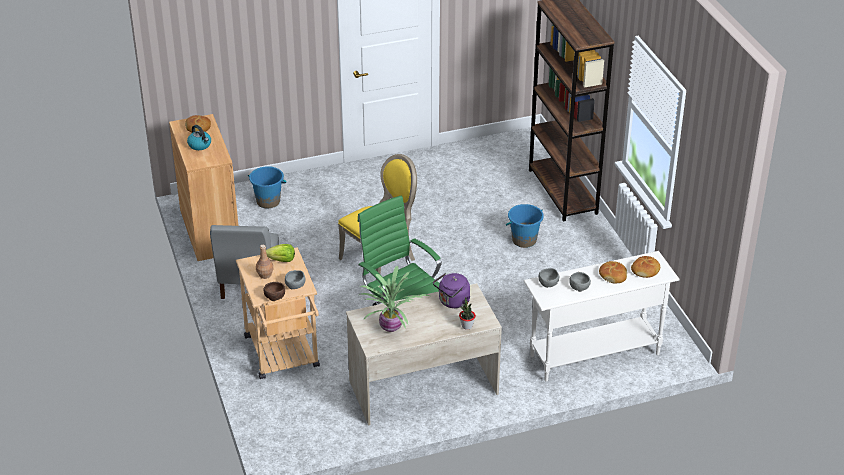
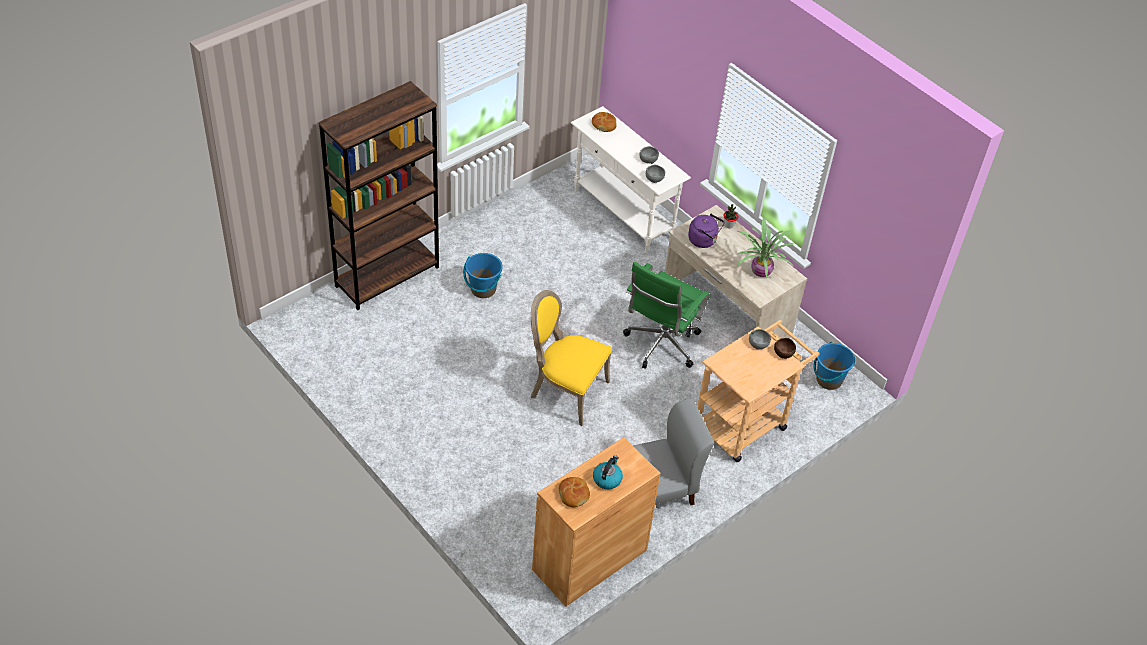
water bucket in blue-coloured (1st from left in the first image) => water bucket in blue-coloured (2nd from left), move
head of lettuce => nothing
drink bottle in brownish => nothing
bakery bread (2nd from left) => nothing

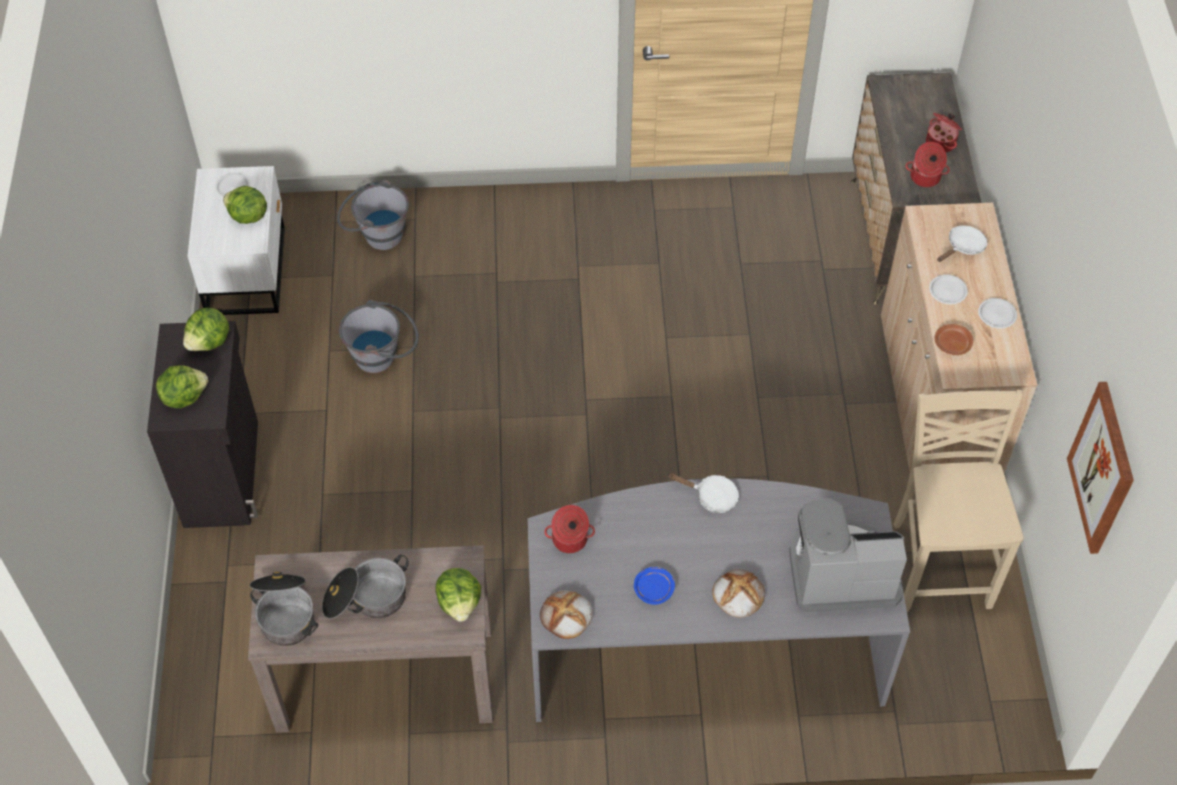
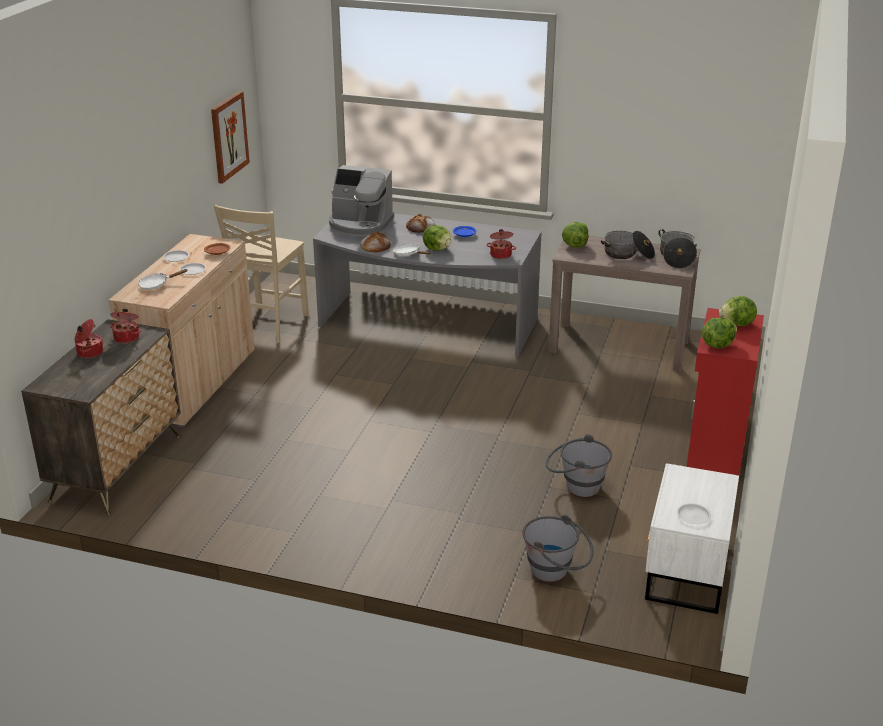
head of lettuce (3rd from left in the first image) => head of lettuce (1st from left), move
cabinet in black-coloured => cabinet in red
bakery bread (1st from left), move

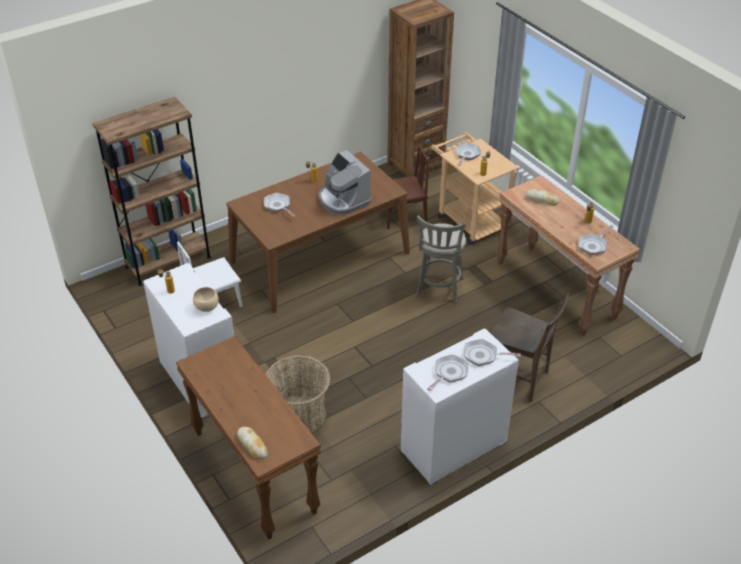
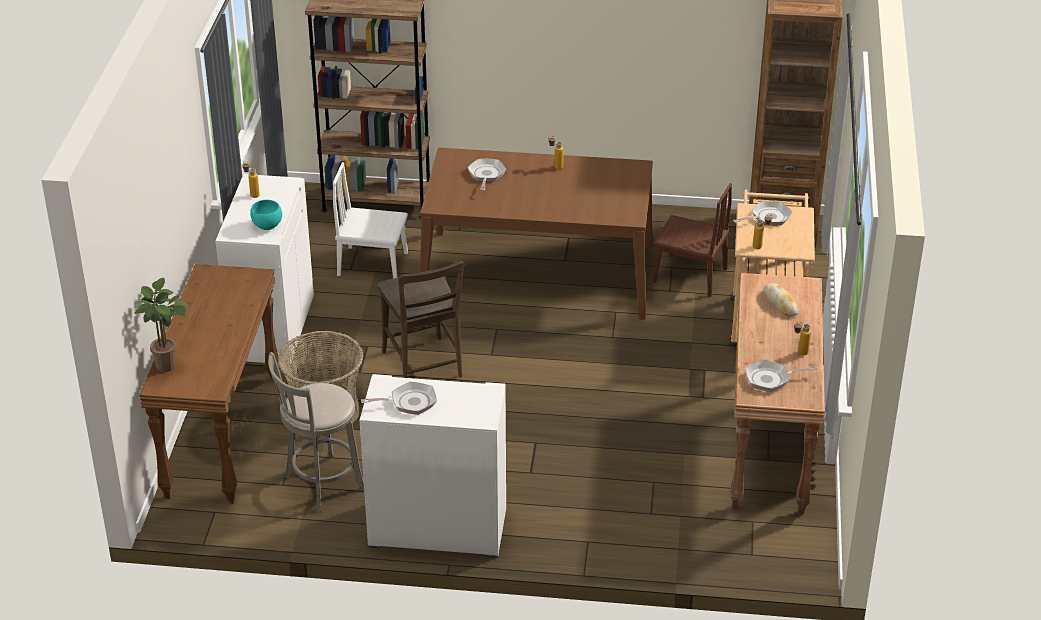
coffee brewer => nothing
stool seat in greyish, move
deep dish in beige => deep dish in blue-green
upright chair in brownish (2nd from left in the first image) => upright chair in brownish (1st from left), move
pan (4th from left) => nothing
bakery bread (1st from left) => potted plant

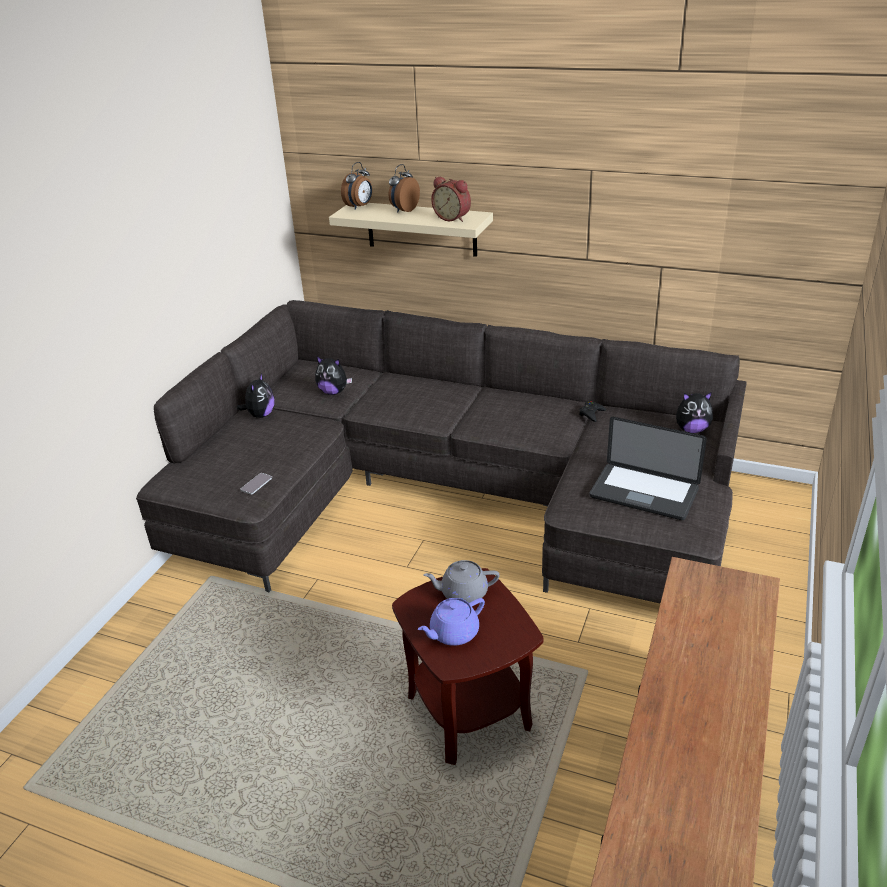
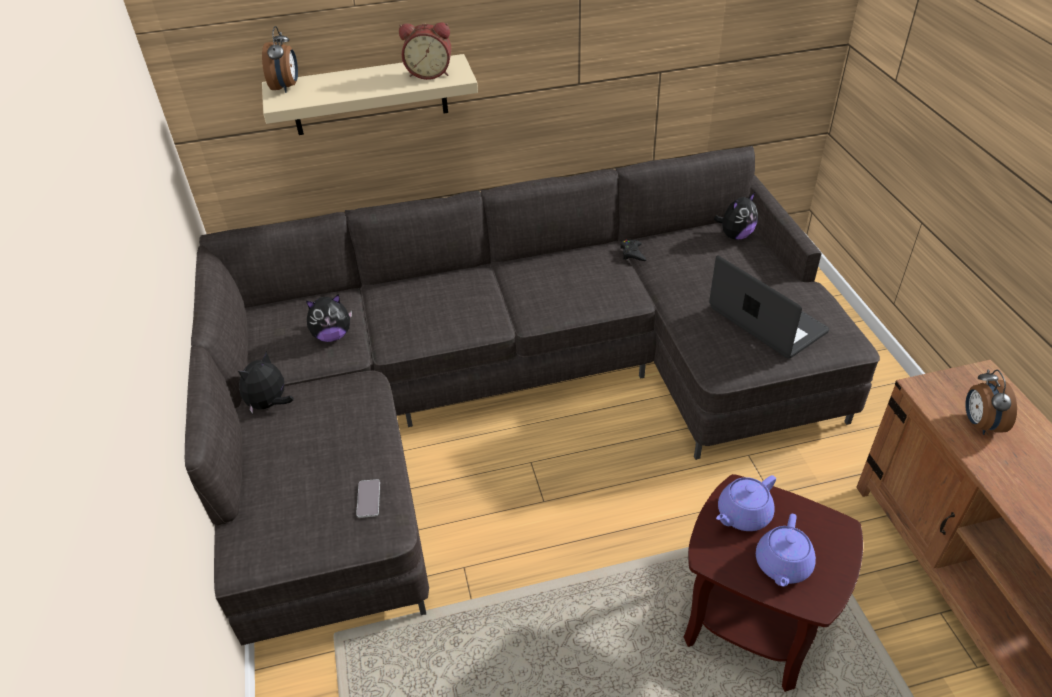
bedside clock (2nd from left in the first image) => bedside clock (3rd from left), move
soft toy (1st from left), 120 degrees counterclockwise
portable computer, 120 degrees counterclockwise
pot for tea in greyish => pot for tea in purple (1st from left)

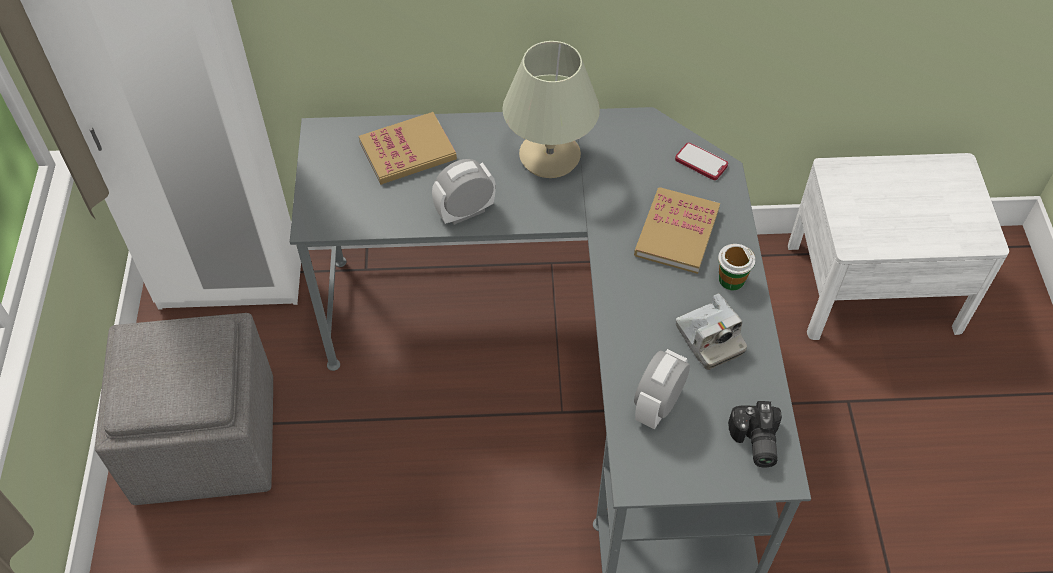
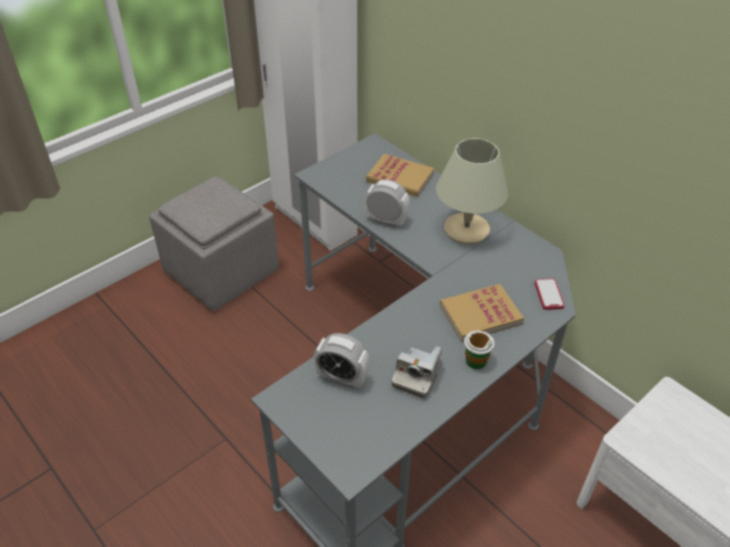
bedside clock (2nd from left in the first image) => bedside clock (1st from left), 150 degrees counterclockwise
still camera (2nd from left) => nothing

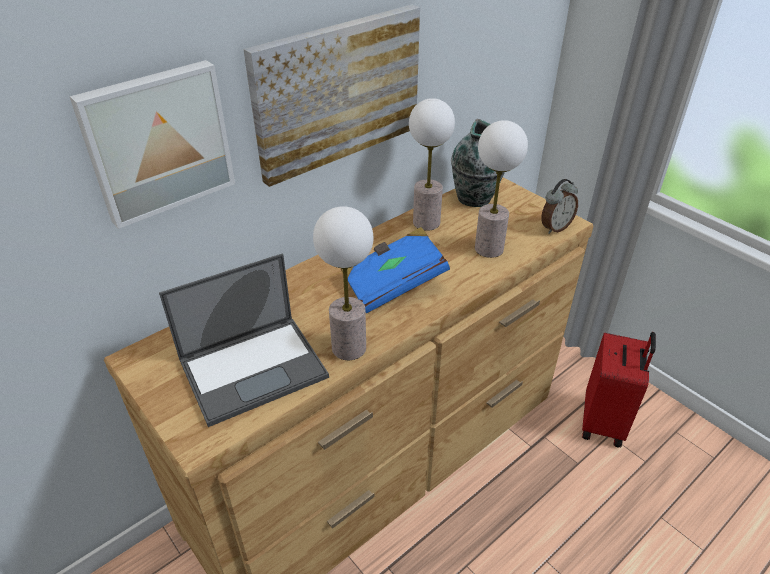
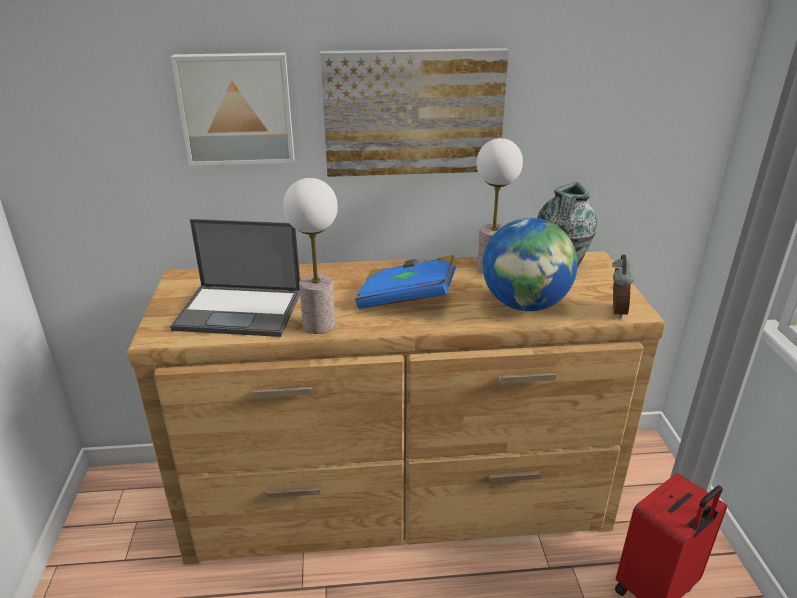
table lamp (3rd from left) => desk globe
bedside clock, 75 degrees counterclockwise

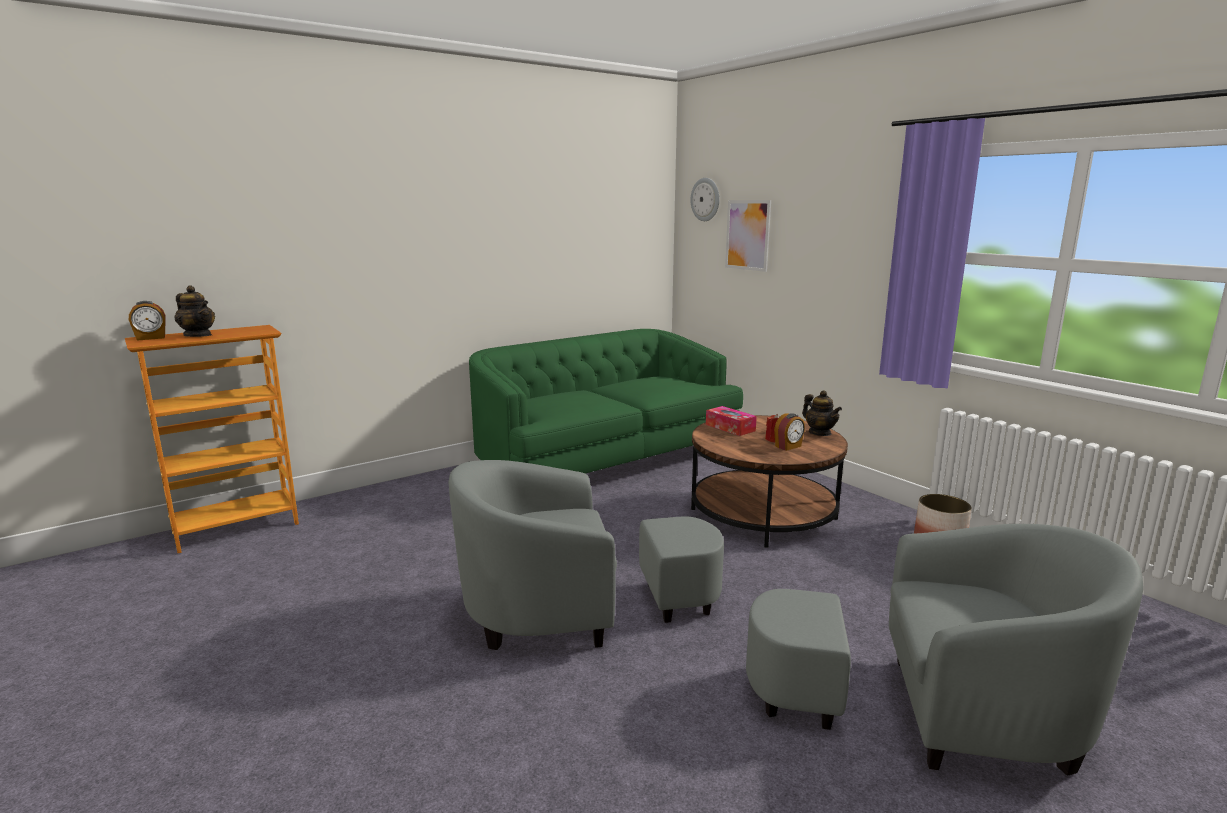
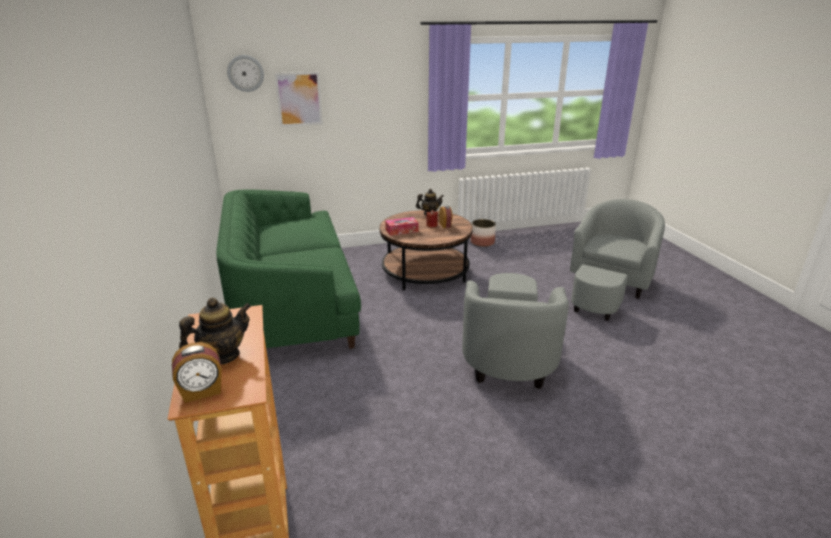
bedside clock (1st from left), 75 degrees clockwise

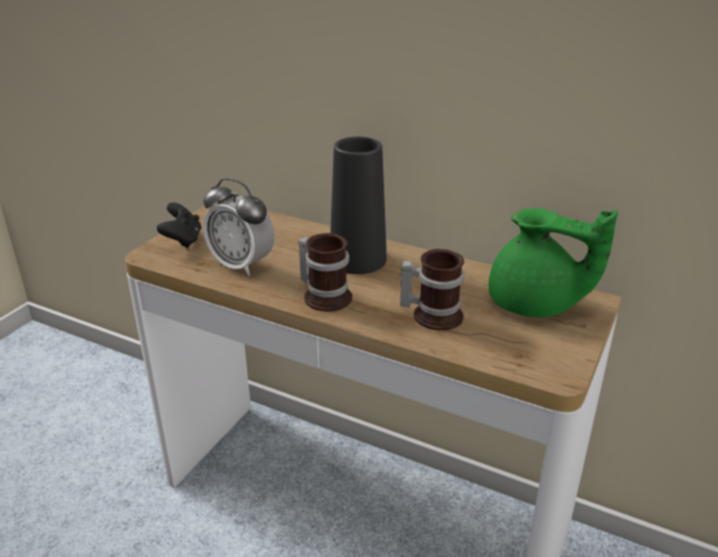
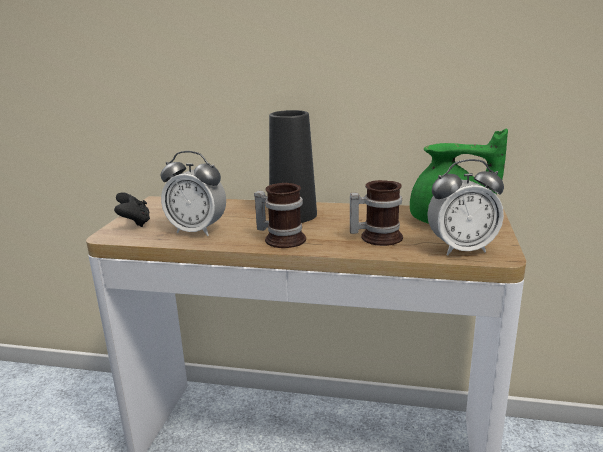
nothing => bedside clock (2nd from left)

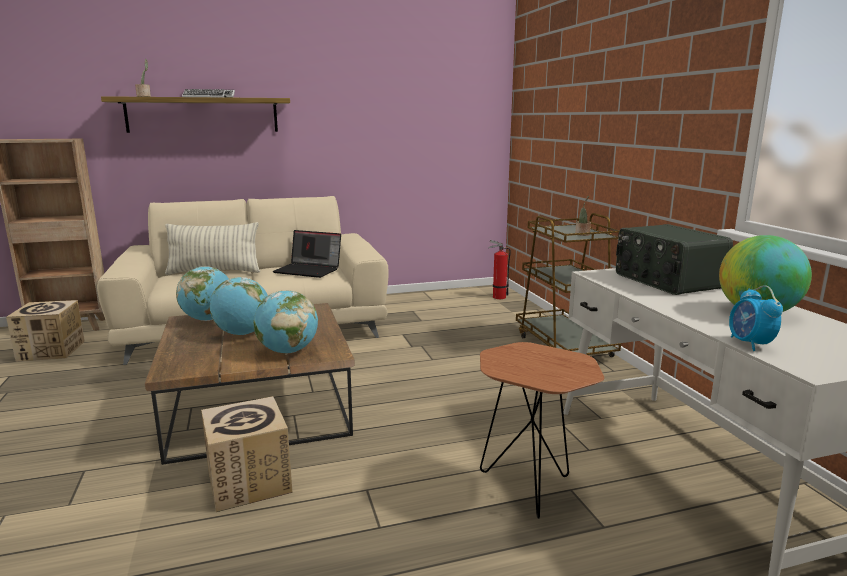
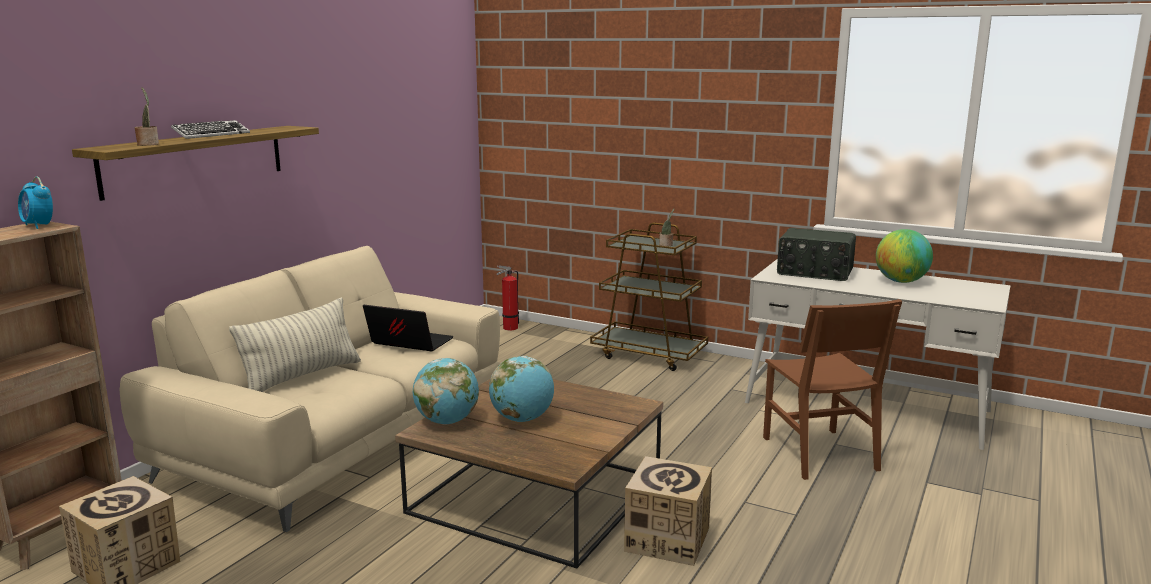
portable computer, 135 degrees counterclockwise
bedside clock, move
desk globe (3rd from left) => nothing
side table in brownish => upright chair in brownish

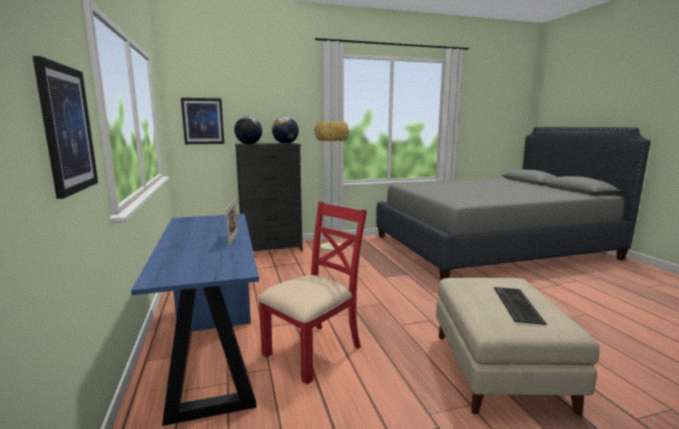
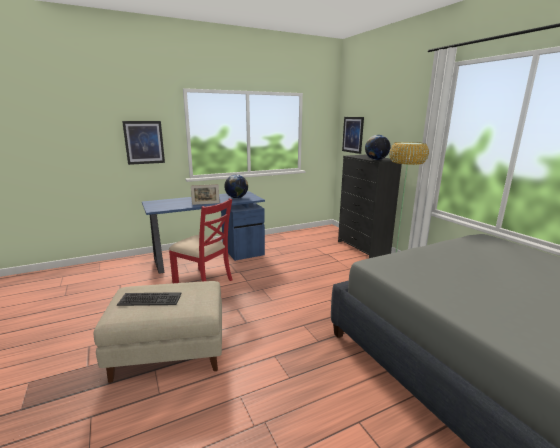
desk globe (1st from left), move

